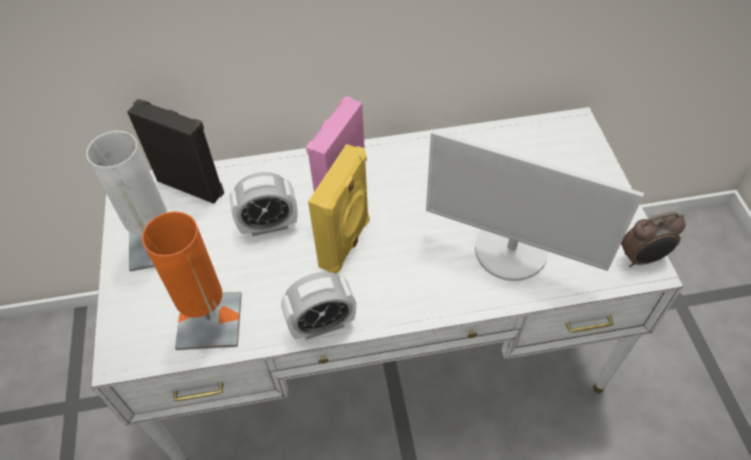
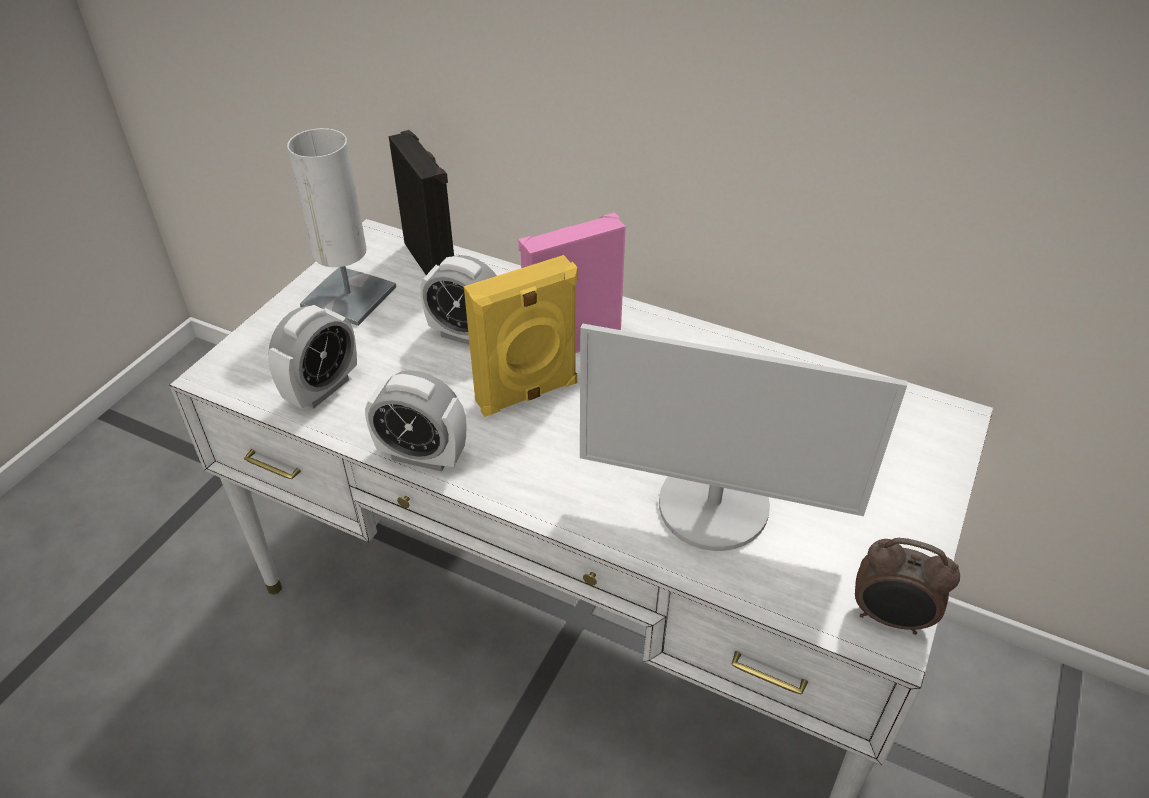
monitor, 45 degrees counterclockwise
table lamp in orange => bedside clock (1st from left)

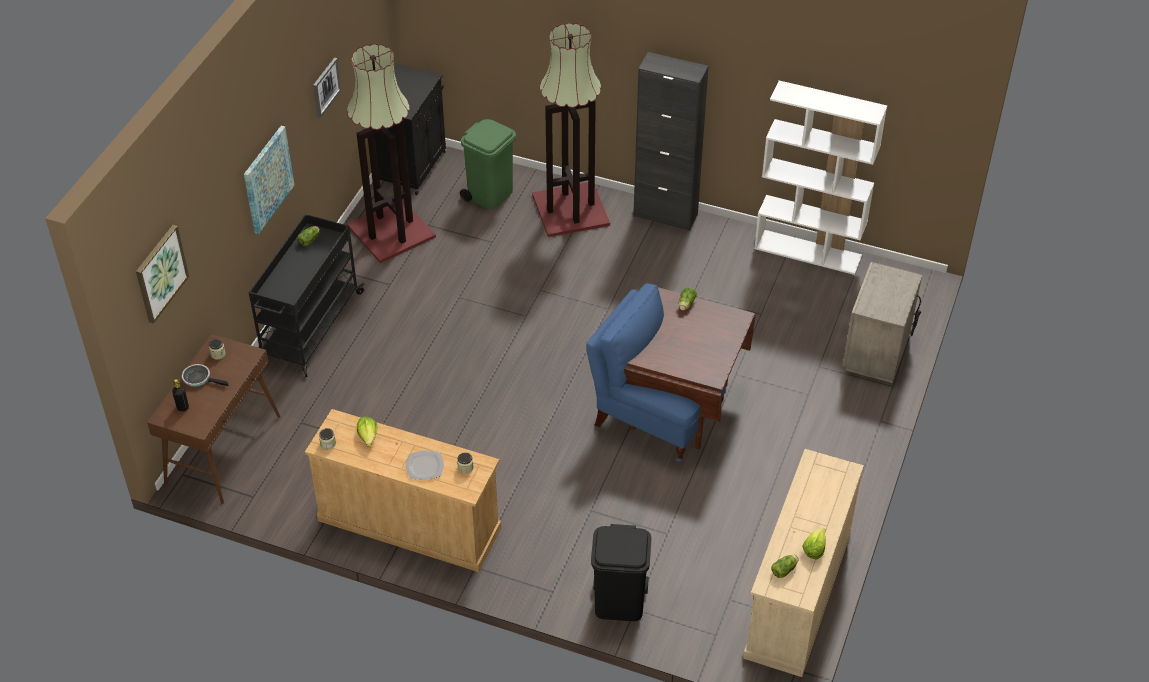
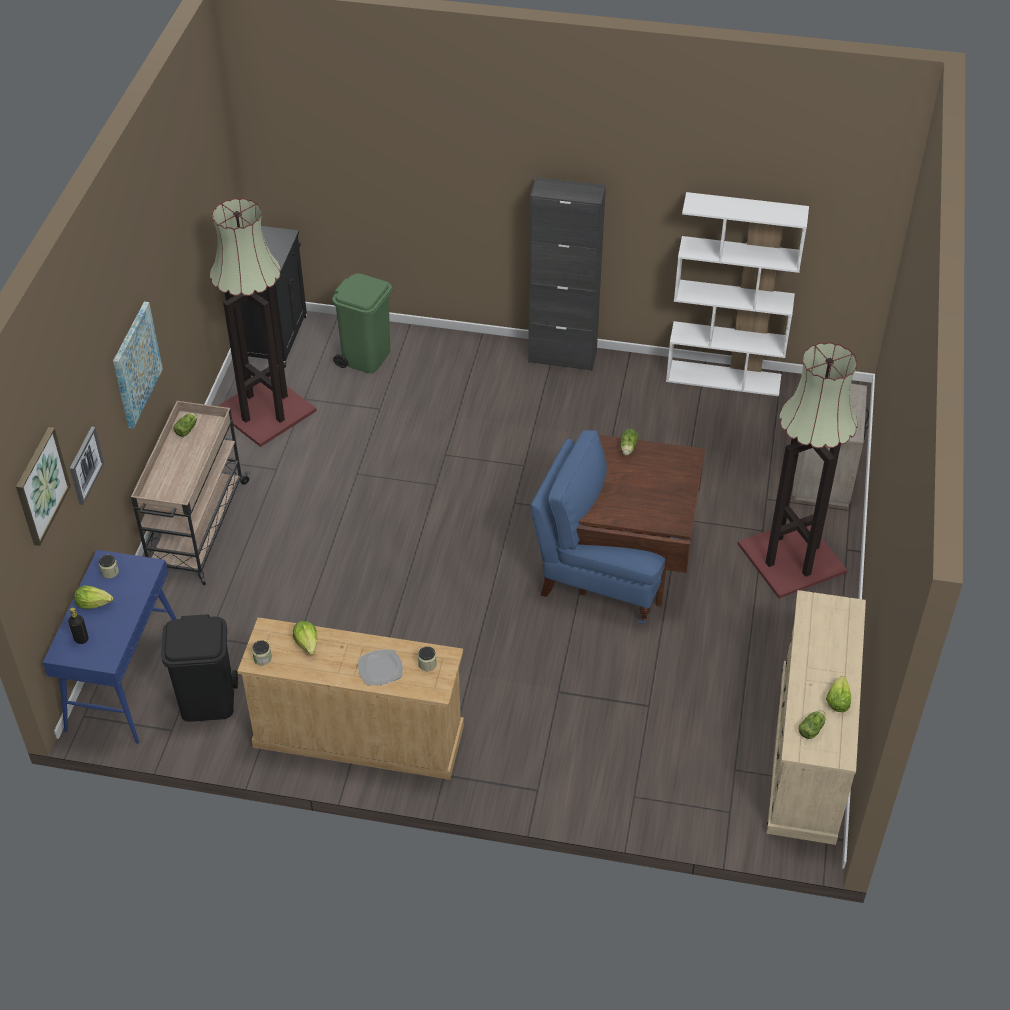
standing lamp (2nd from left), move
wall art (3rd from left in the first image) => wall art (2nd from left), move
trolley in black-coloured => trolley in beige
narrow table in brownish => narrow table in blue-coloured
pan => head of lettuce (1st from left)
trash can in black-coloured, move

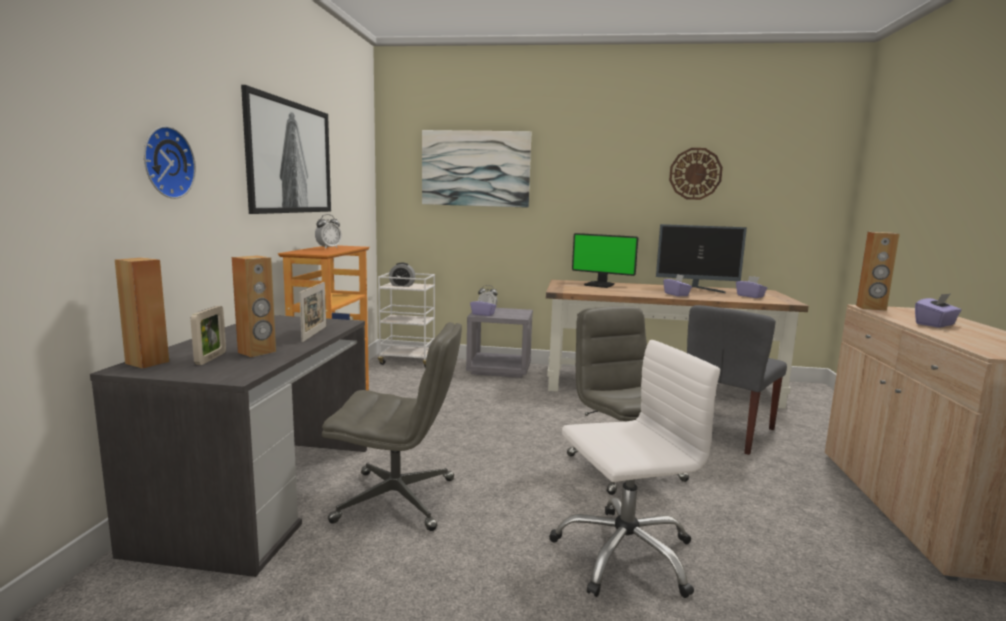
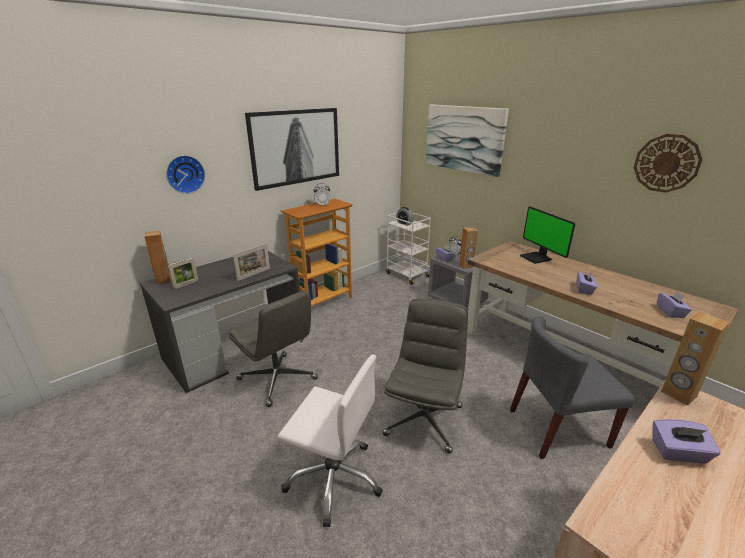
monitor (2nd from left) => nothing
loudspeaker in brownish (2nd from left), move

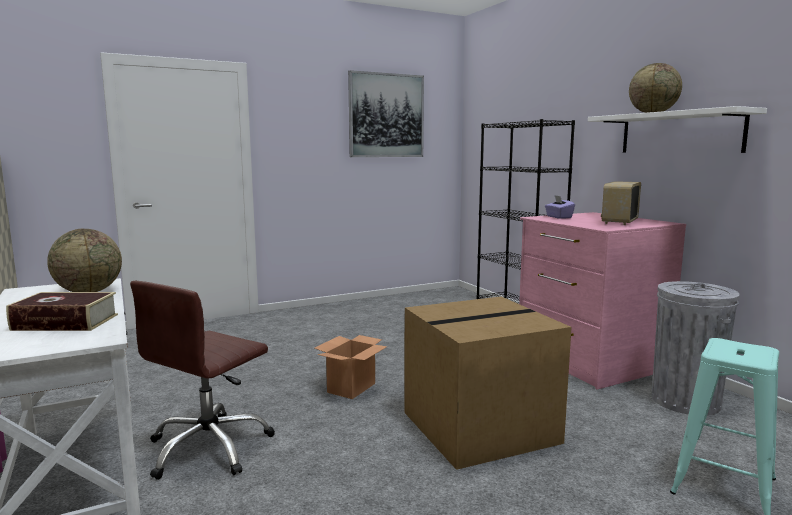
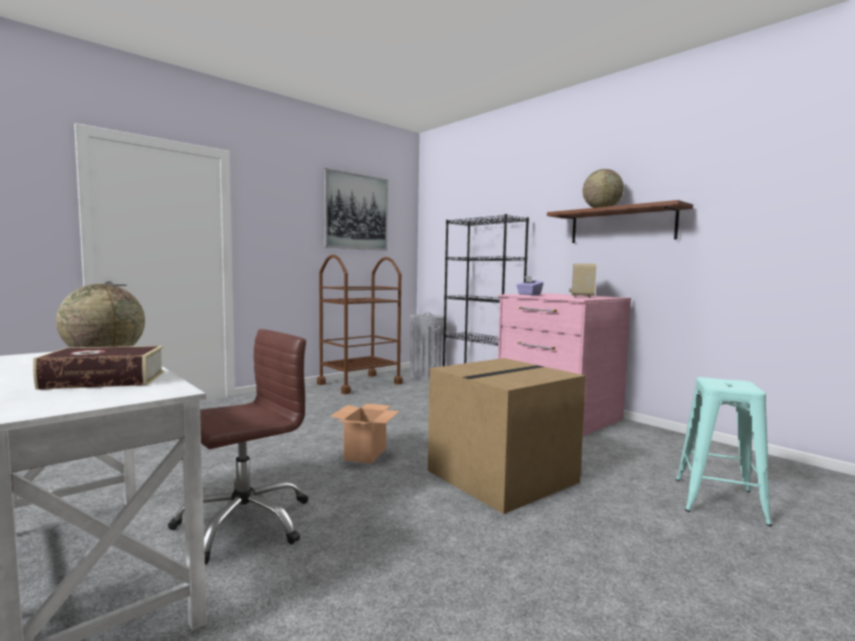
wall shelf in whitish => wall shelf in brownish
office chair in brownish, 150 degrees counterclockwise
trash can in greyish, move
nothing => trolley in brownish

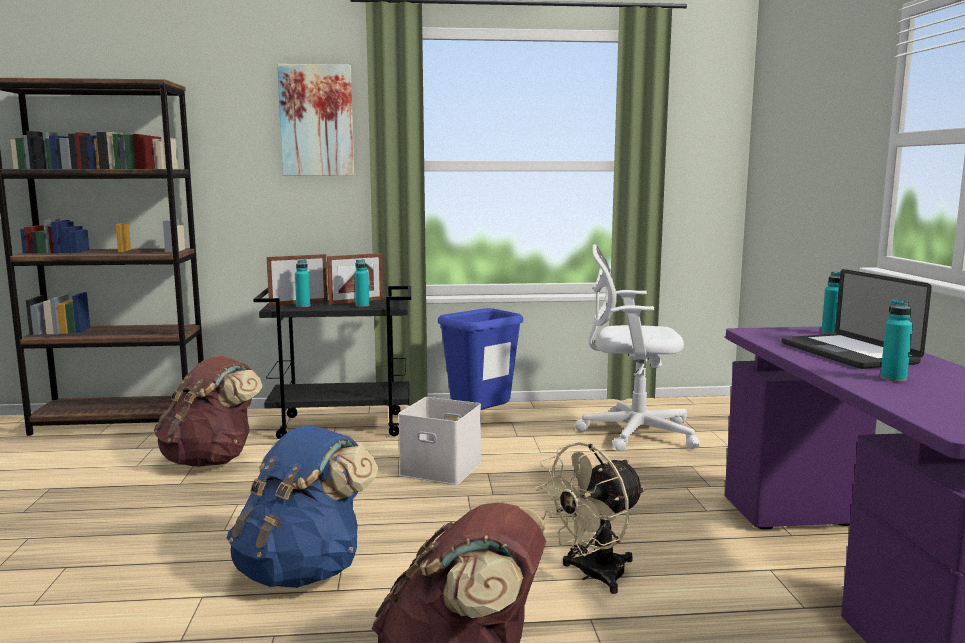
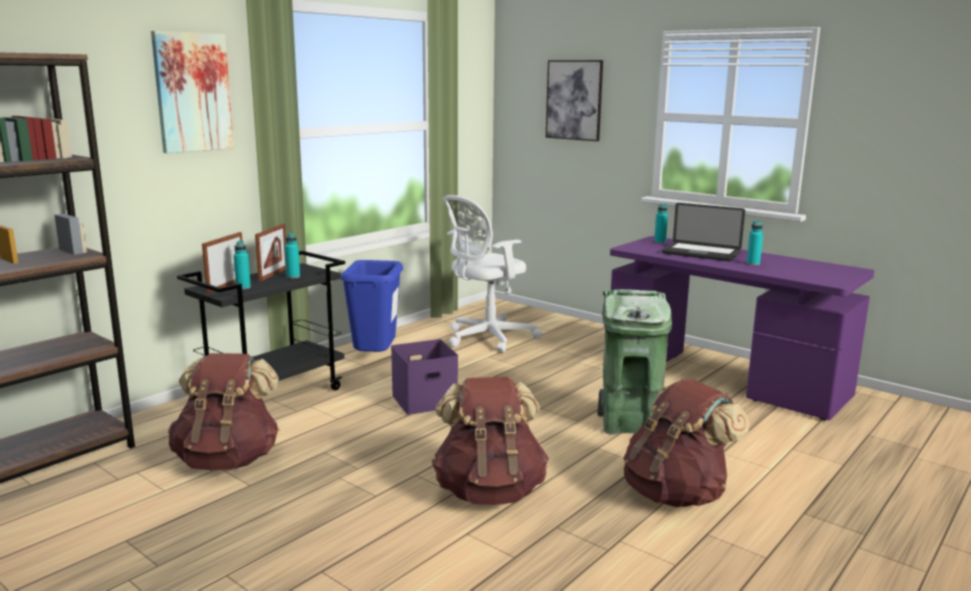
storage box in whitish => storage box in purple
backpack in blue-coloured => backpack in brownish (2nd from left)
cooling fan in beige => trash can in green-coloured
nothing => wall art (2nd from left)

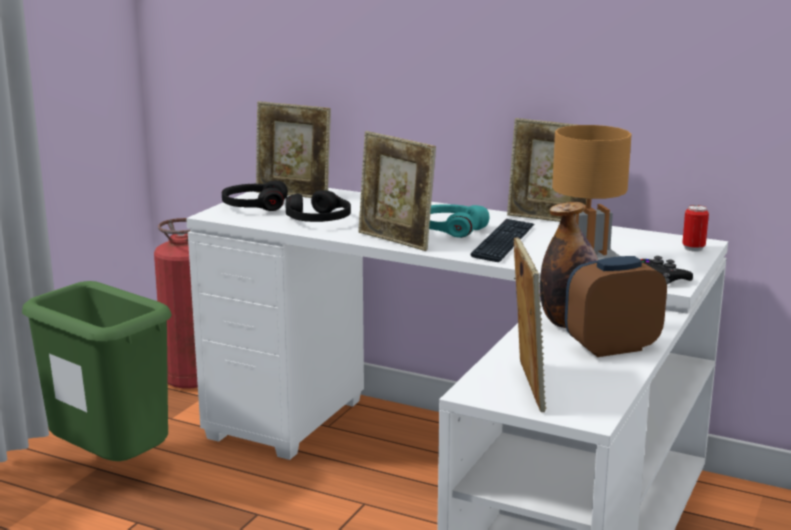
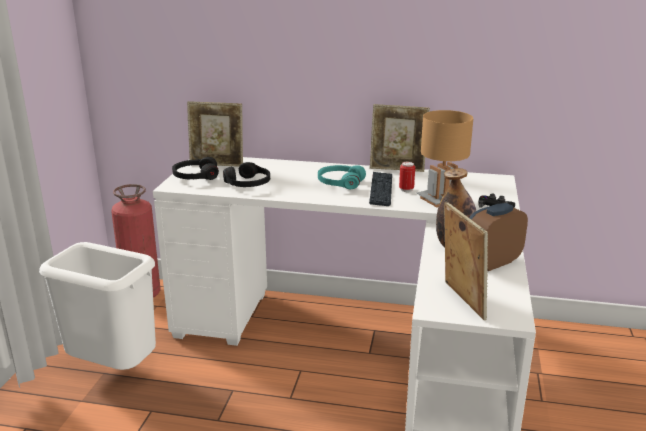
picture frame (2nd from left) => nothing
can, move
trash can in green-coloured => trash can in whitish

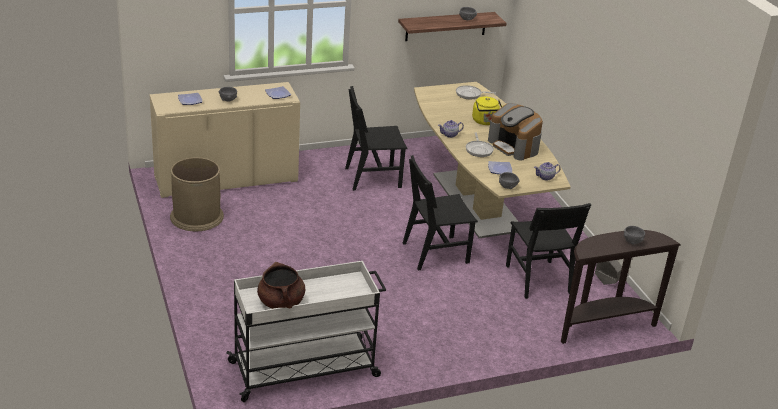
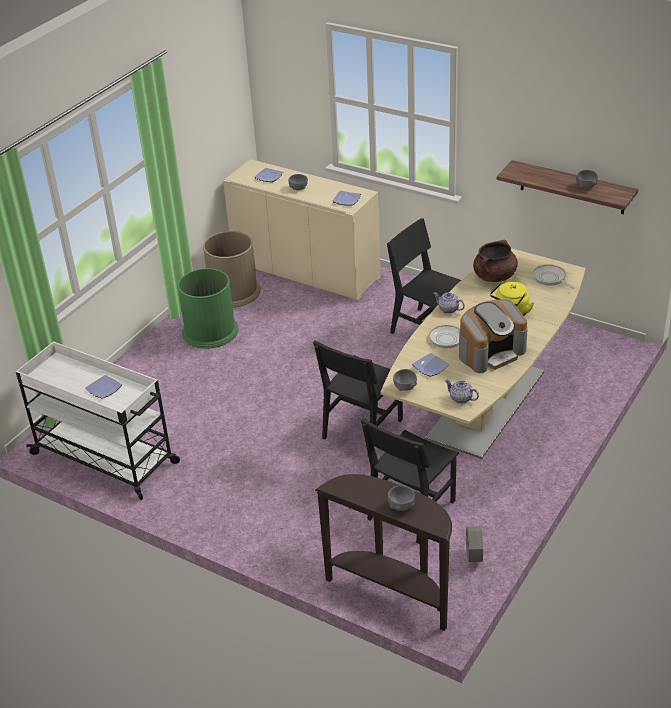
coffee brewer, 135 degrees counterclockwise
upright chair in black-coloured (2nd from left in the first image) => upright chair in black-coloured (1st from left), 90 degrees counterclockwise
saucepot in brownish, move
nothing => trash can in green-coloured
nothing => flat dish (1st from left)

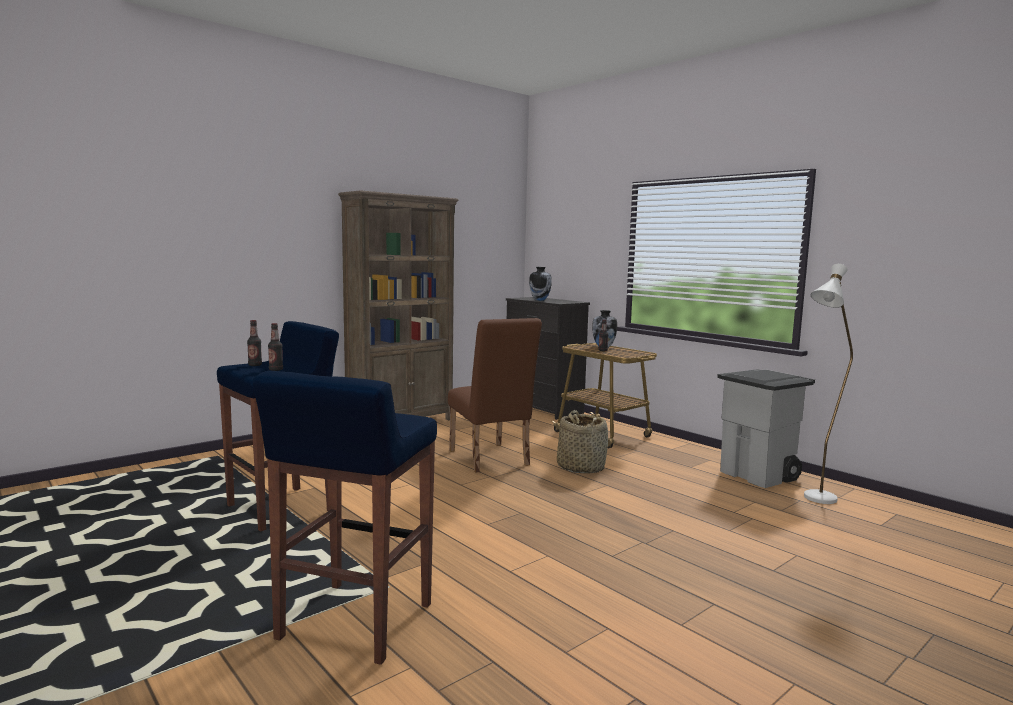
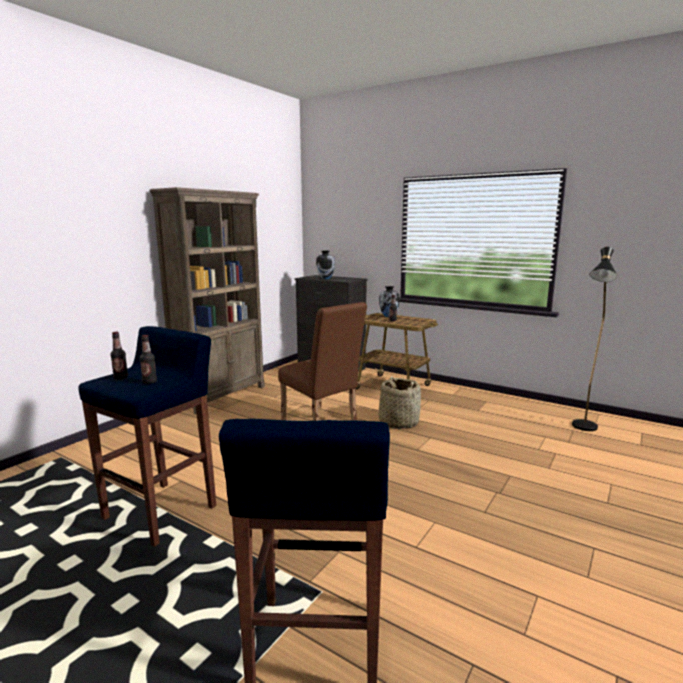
standing lamp in whitish => standing lamp in black-coloured
trash can in greyish => nothing

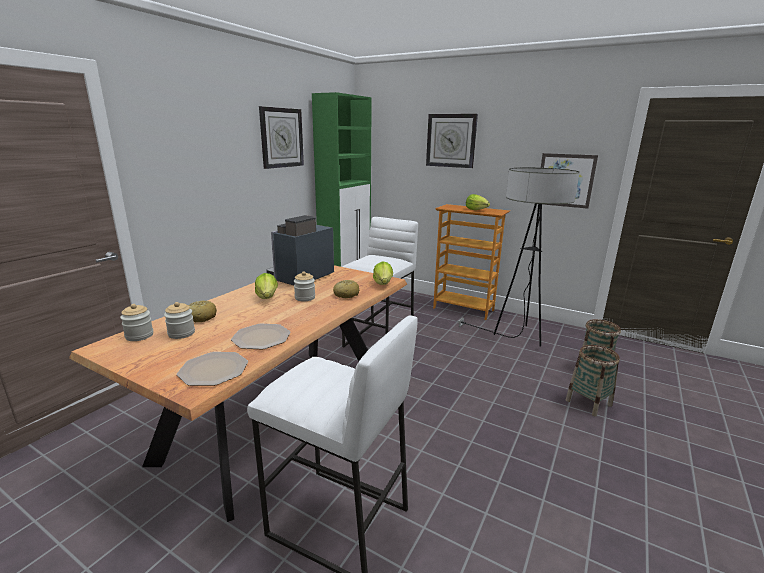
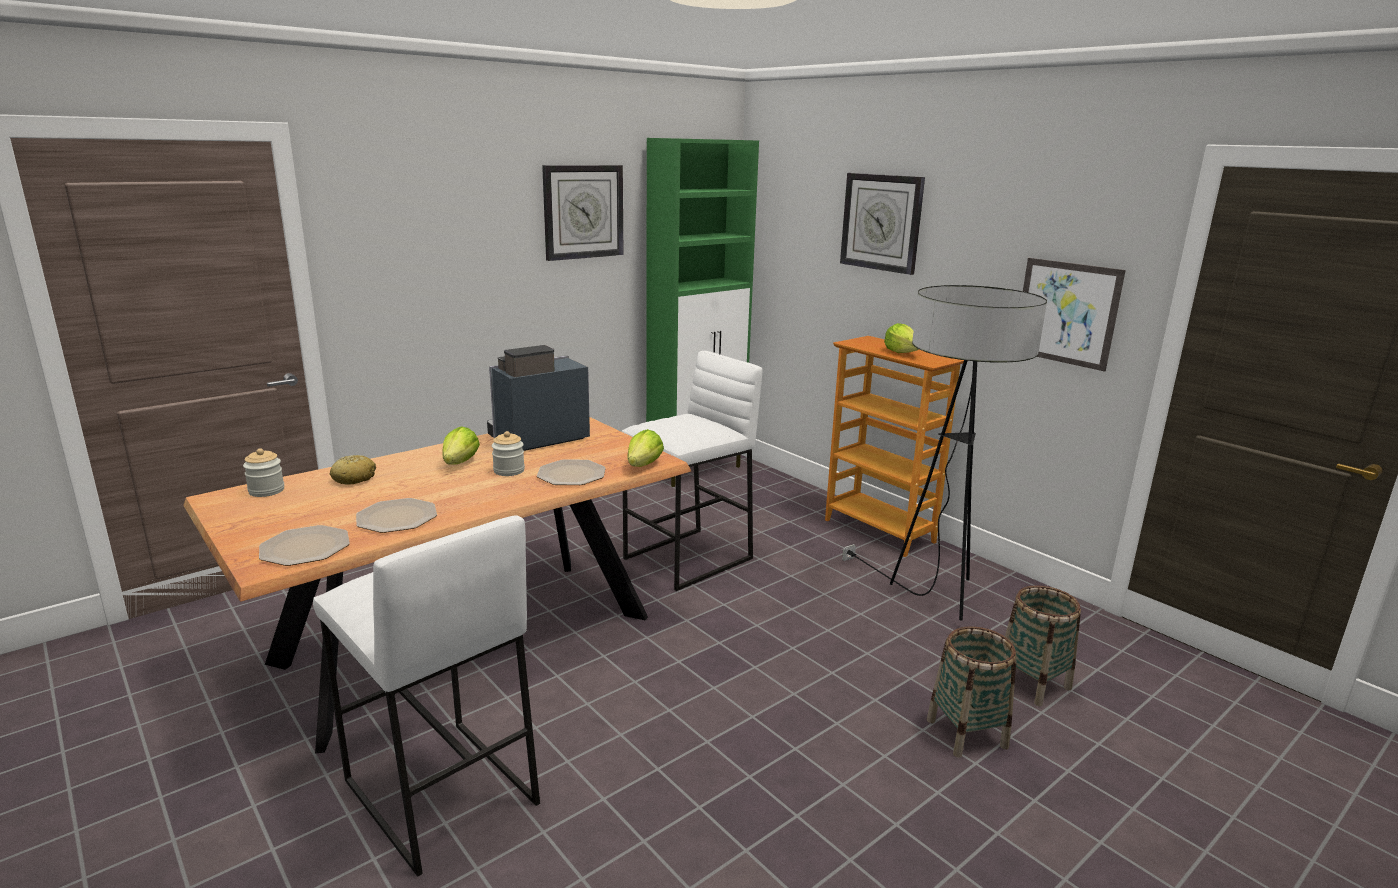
bakery bread (2nd from left) => flat dish (3rd from left)
jar (2nd from left) => nothing

